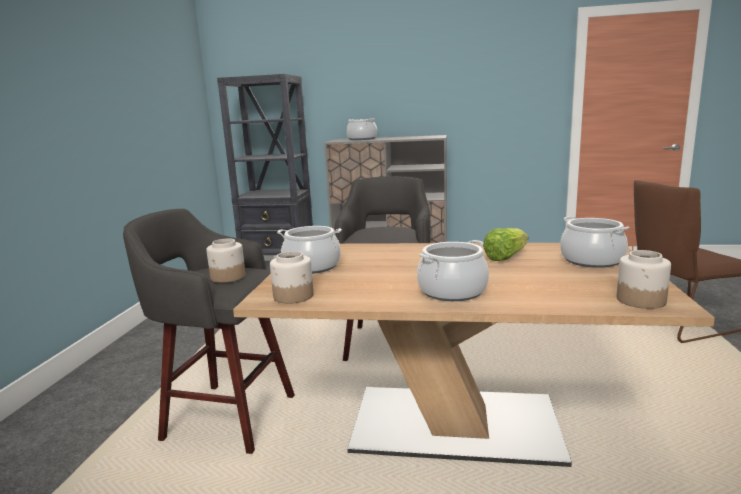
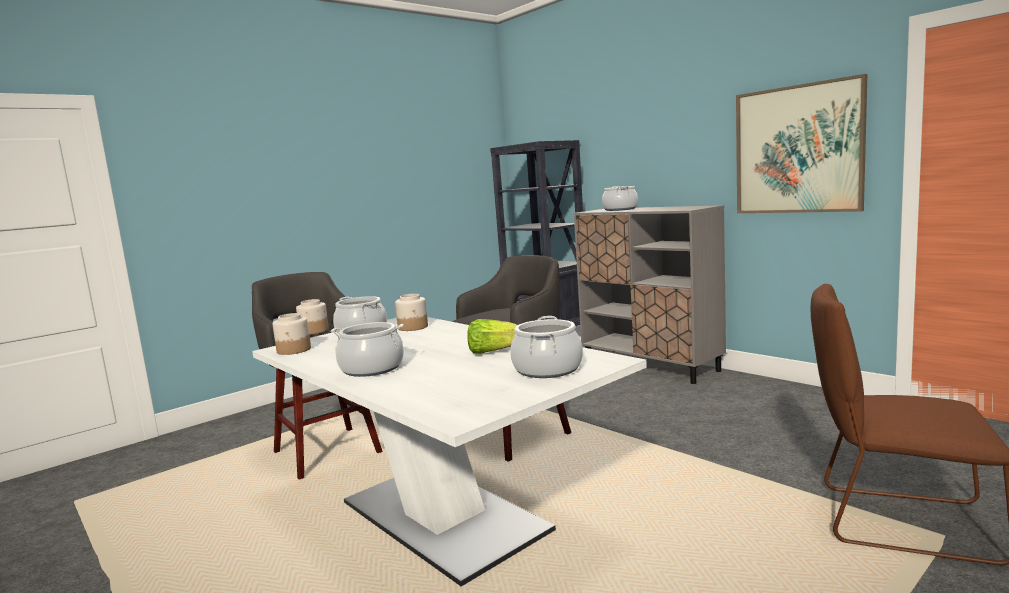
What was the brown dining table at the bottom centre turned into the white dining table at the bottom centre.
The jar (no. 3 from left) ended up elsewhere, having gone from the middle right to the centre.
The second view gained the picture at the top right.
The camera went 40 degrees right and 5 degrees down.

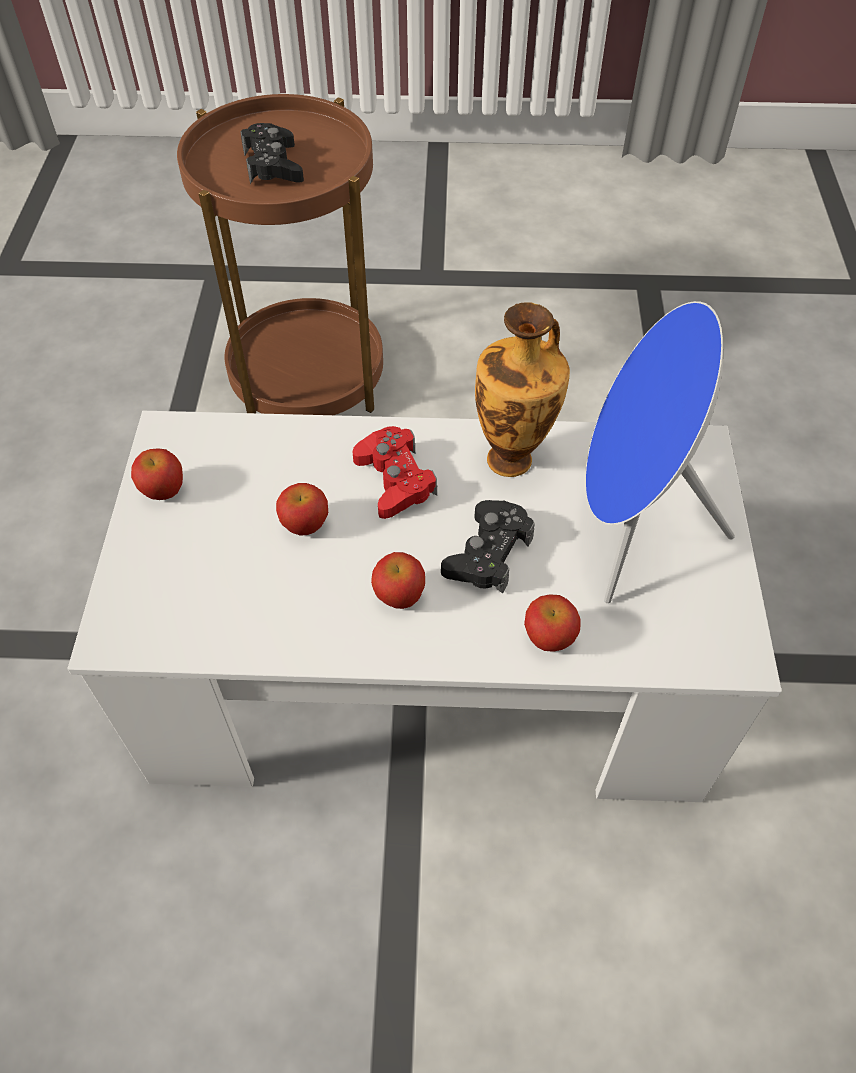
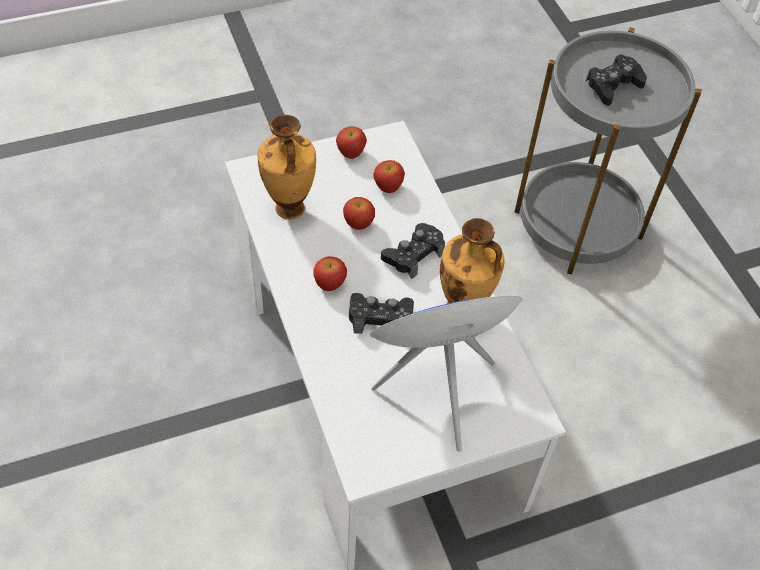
What was the brown side table at the top left turned into the grey side table at the top right.
What was the red game controller at the centre turned into the black game controller (no. 2 from left) at the centre.
The apple (no. 4 from left) ended up elsewhere, having gone from the centre to the top centre.
The second view gained the vase (no. 1 from left) at the top centre.
The camera went 65 degrees right and 0 degrees up.

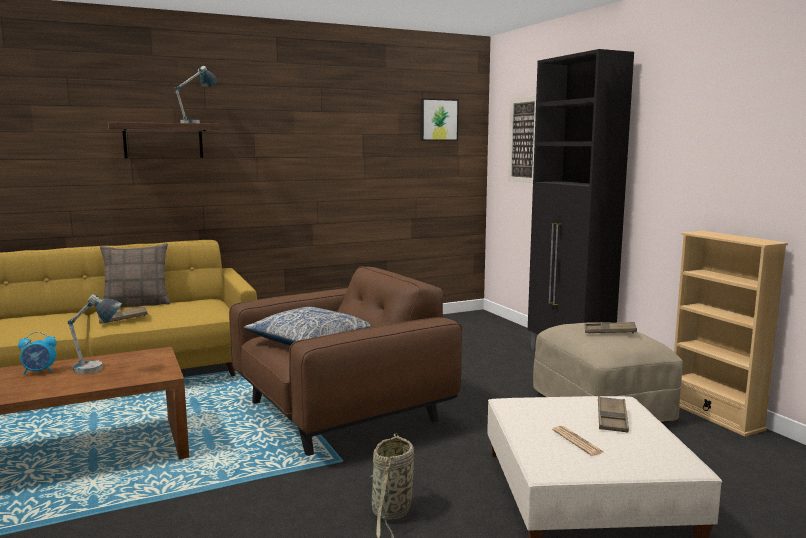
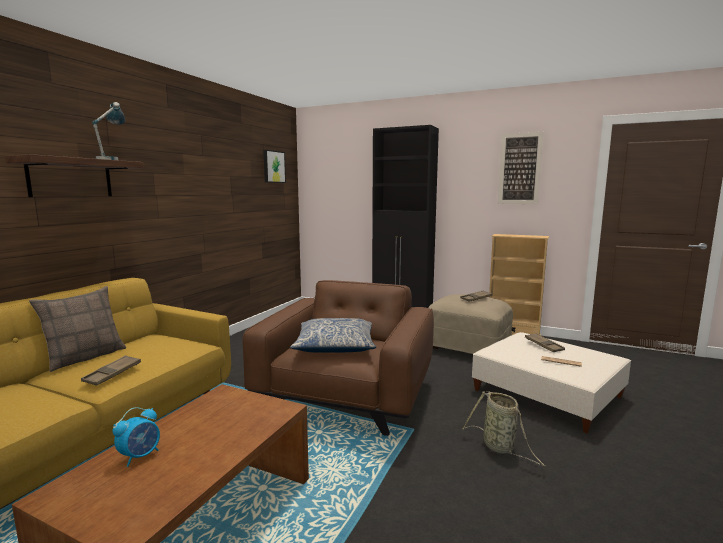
The picture (no. 2 from left) ended up elsewhere, having gone from the top centre to the top right.
The second view lost the table lamp (no. 1 from left) at the middle left.
The camera went 40 degrees left and 0 degrees up.

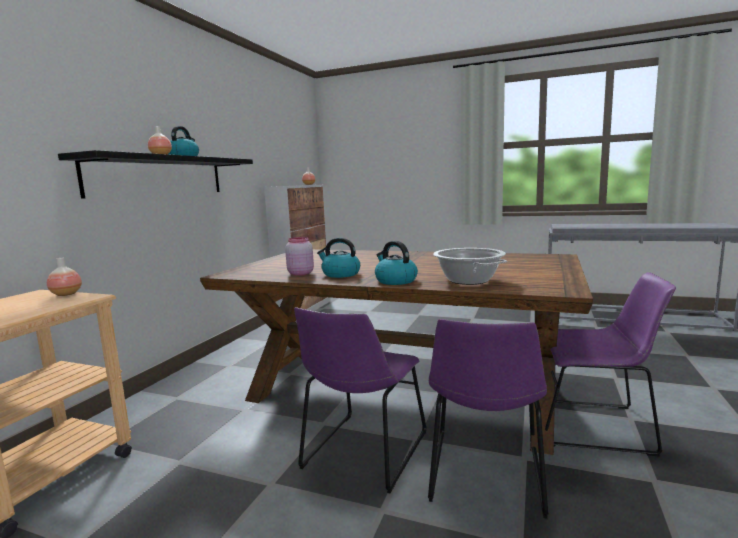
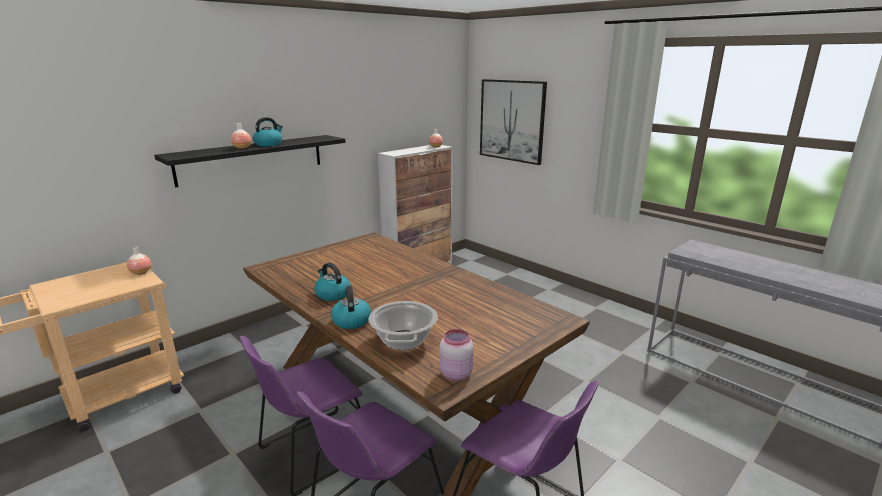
The pink jar ended up elsewhere, having gone from the centre to the bottom centre.
The second view gained the picture at the top centre.
The camera went 25 degrees right and 10 degrees up.

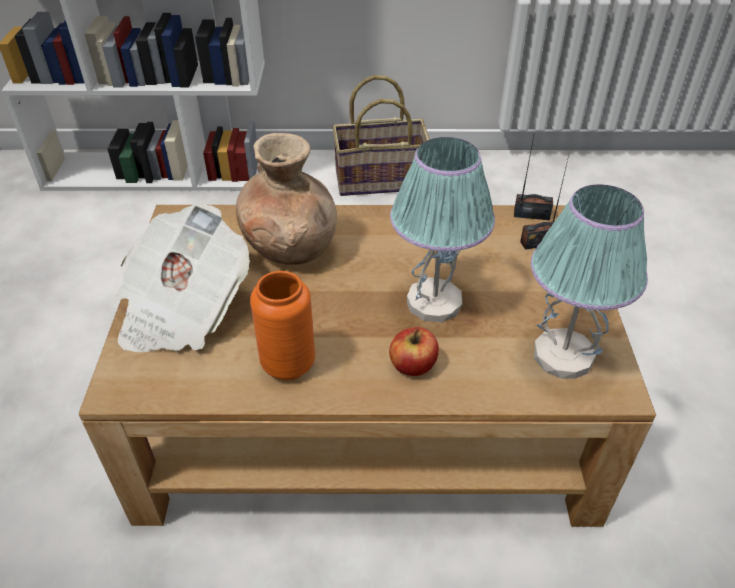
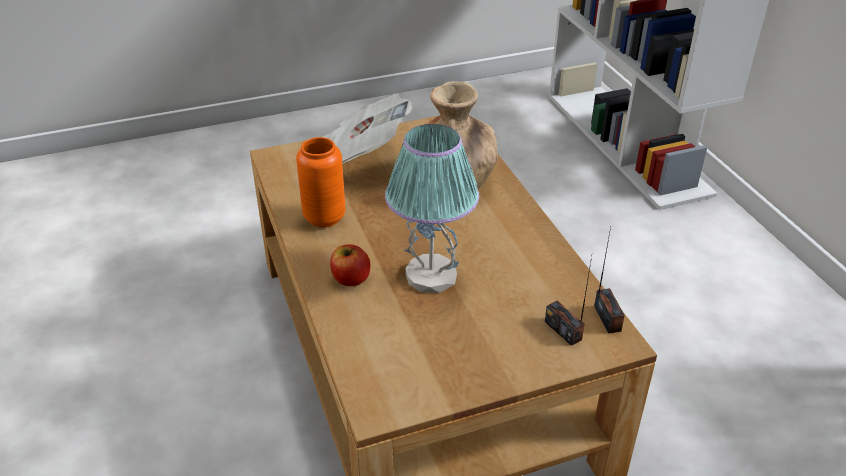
The second view lost the basket at the top centre.
The second view lost the table lamp (no. 2 from left) at the middle right.
The camera went 70 degrees right and 5 degrees down.

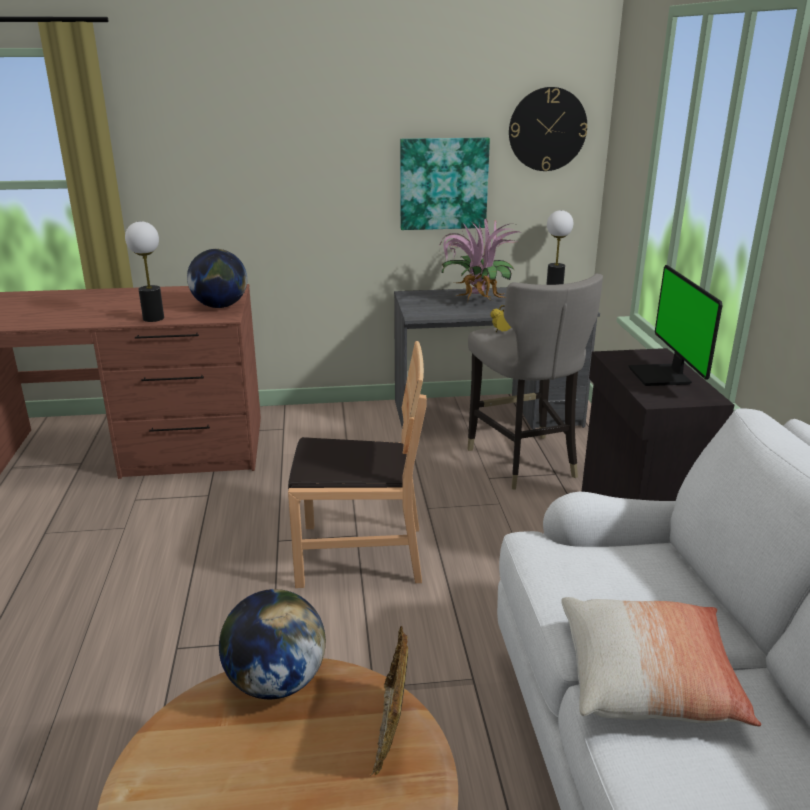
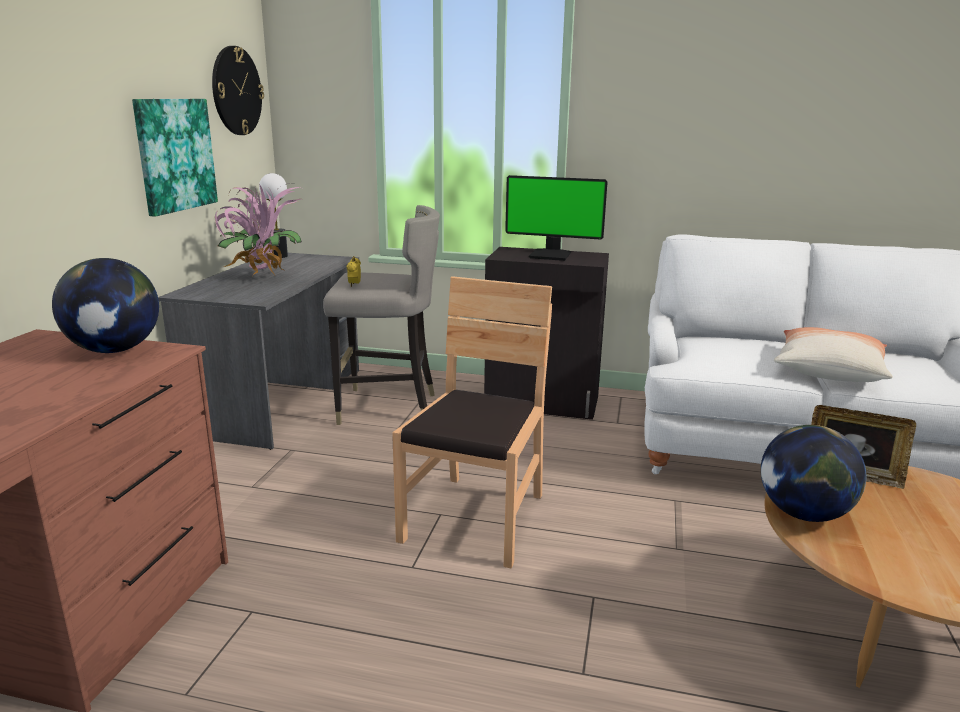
The second view lost the table lamp (no. 1 from left) at the middle left.
The camera went 70 degrees left and 5 degrees down.

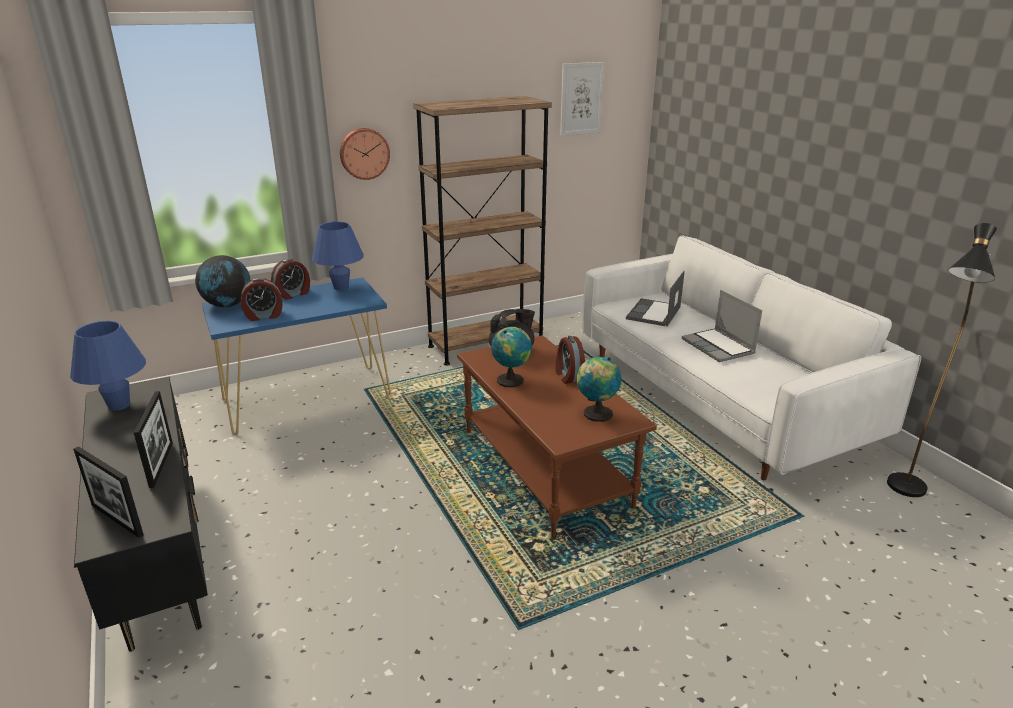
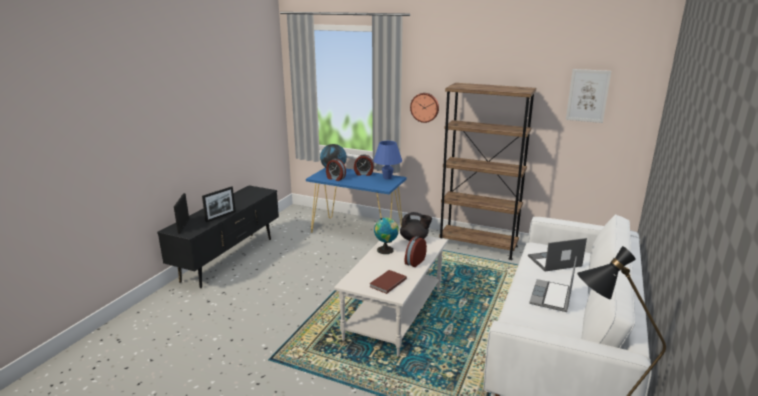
The second view lost the blue table lamp (no. 1 from left) at the middle left.
What was the brown coffee table at the centre turned into the white coffee table at the bottom centre.
Where the globe (no. 3 from left) stood at the centre, the brown book came to stand at the bottom centre.
The camera went 50 degrees right and 5 degrees down.

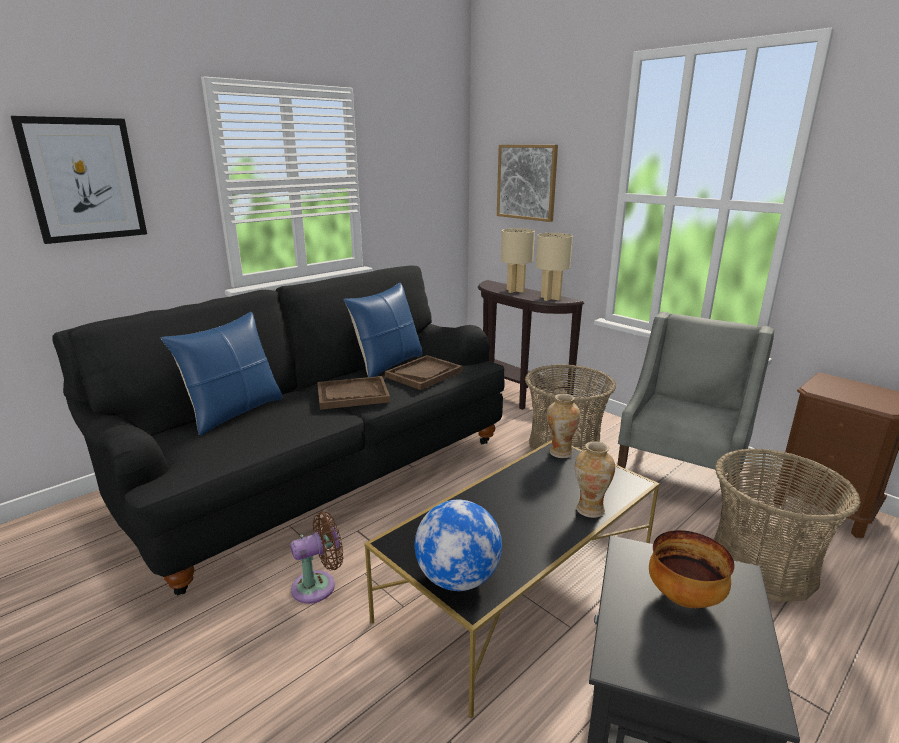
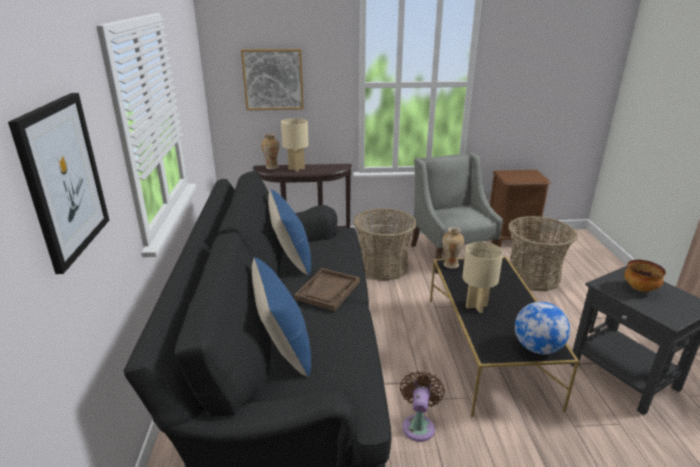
The beige table lamp (no. 2 from left) ended up elsewhere, having gone from the centre to the middle right.
The second view lost the brown tray (no. 2 from left) at the centre.
The vase (no. 2 from left in the first image) ended up elsewhere, having gone from the centre to the top centre.
The camera went 50 degrees left and 5 degrees up.

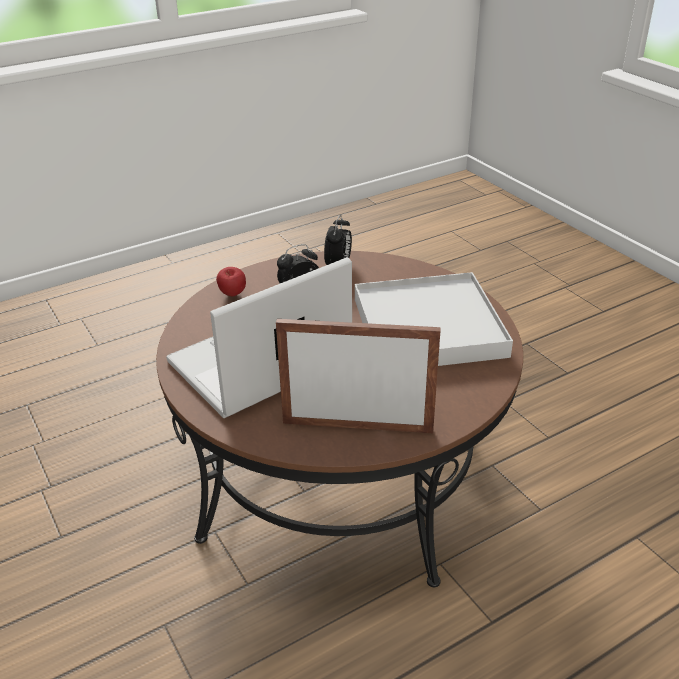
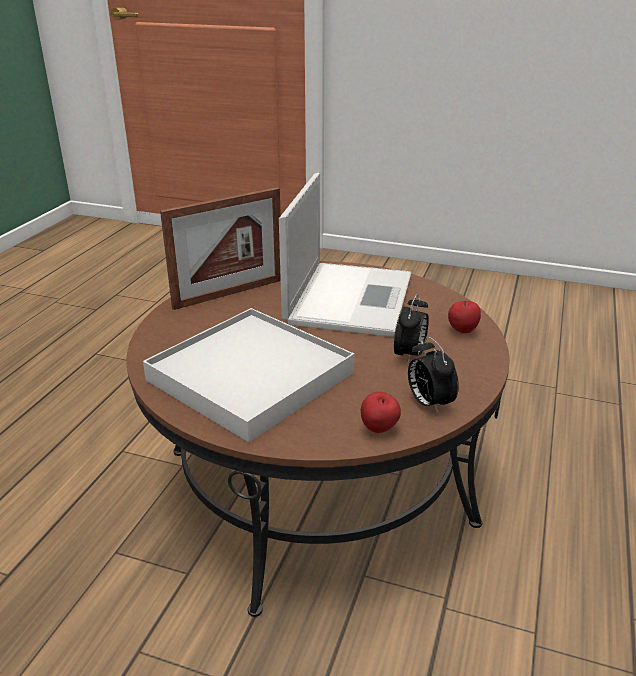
The second view gained the apple (no. 1 from left) at the centre.
The camera went 140 degrees right and 5 degrees down.

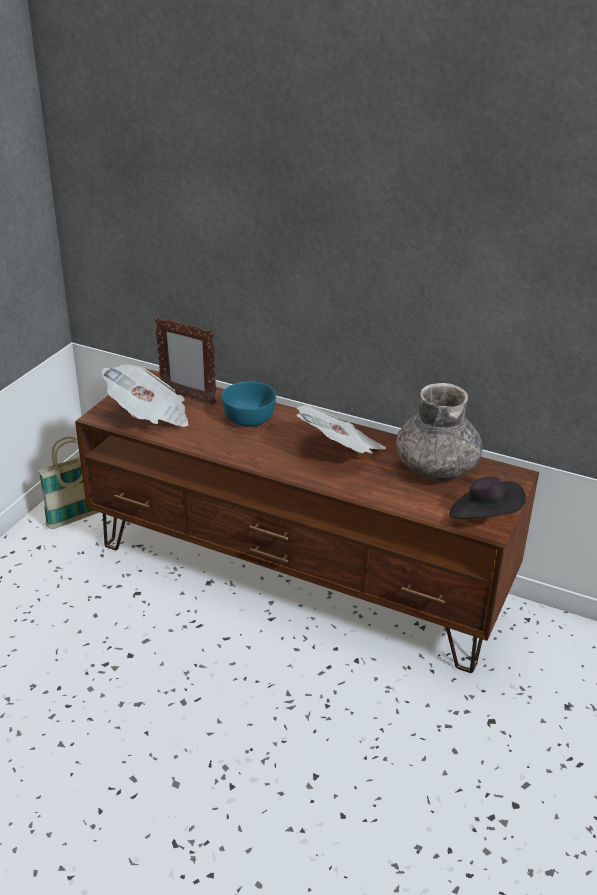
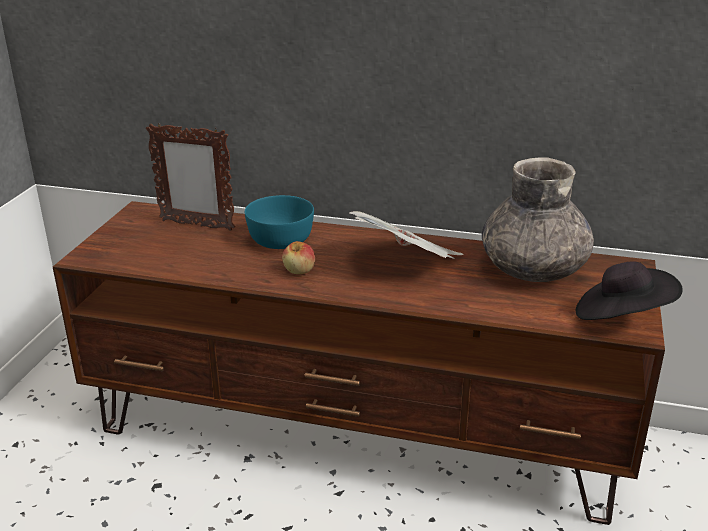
The second view lost the newspaper (no. 1 from left) at the middle left.
The second view lost the basket at the middle left.
The second view gained the apple at the centre.
The camera went 10 degrees left and 5 degrees down.

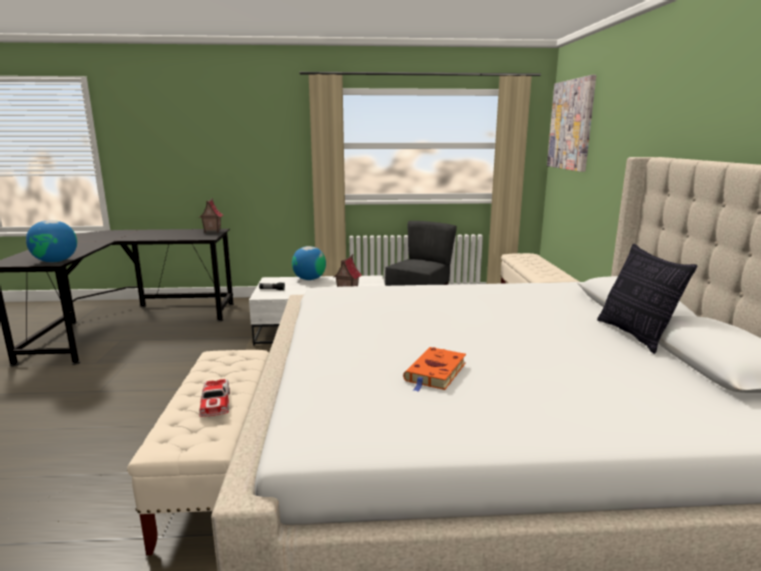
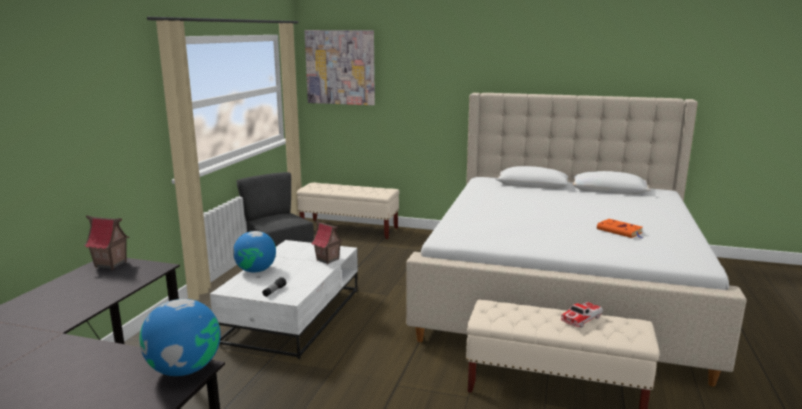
The second view lost the pillow at the middle right.
The toy car at the bottom left ended up facing another way, 135 degrees clockwise from before.
The camera went 70 degrees left and 0 degrees up.

